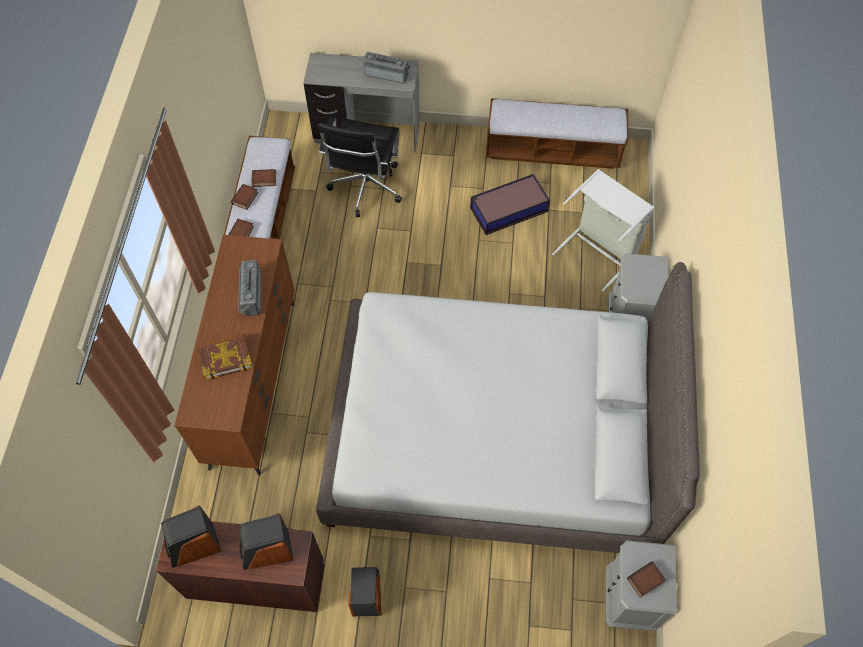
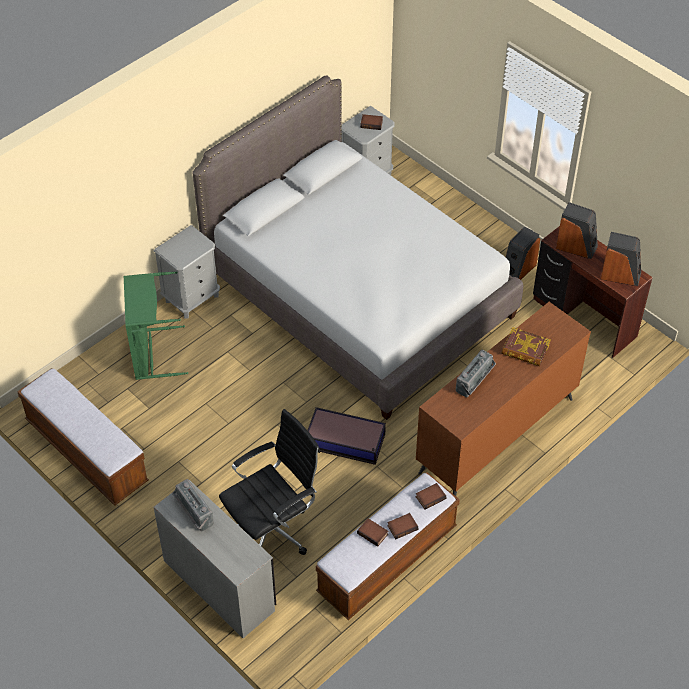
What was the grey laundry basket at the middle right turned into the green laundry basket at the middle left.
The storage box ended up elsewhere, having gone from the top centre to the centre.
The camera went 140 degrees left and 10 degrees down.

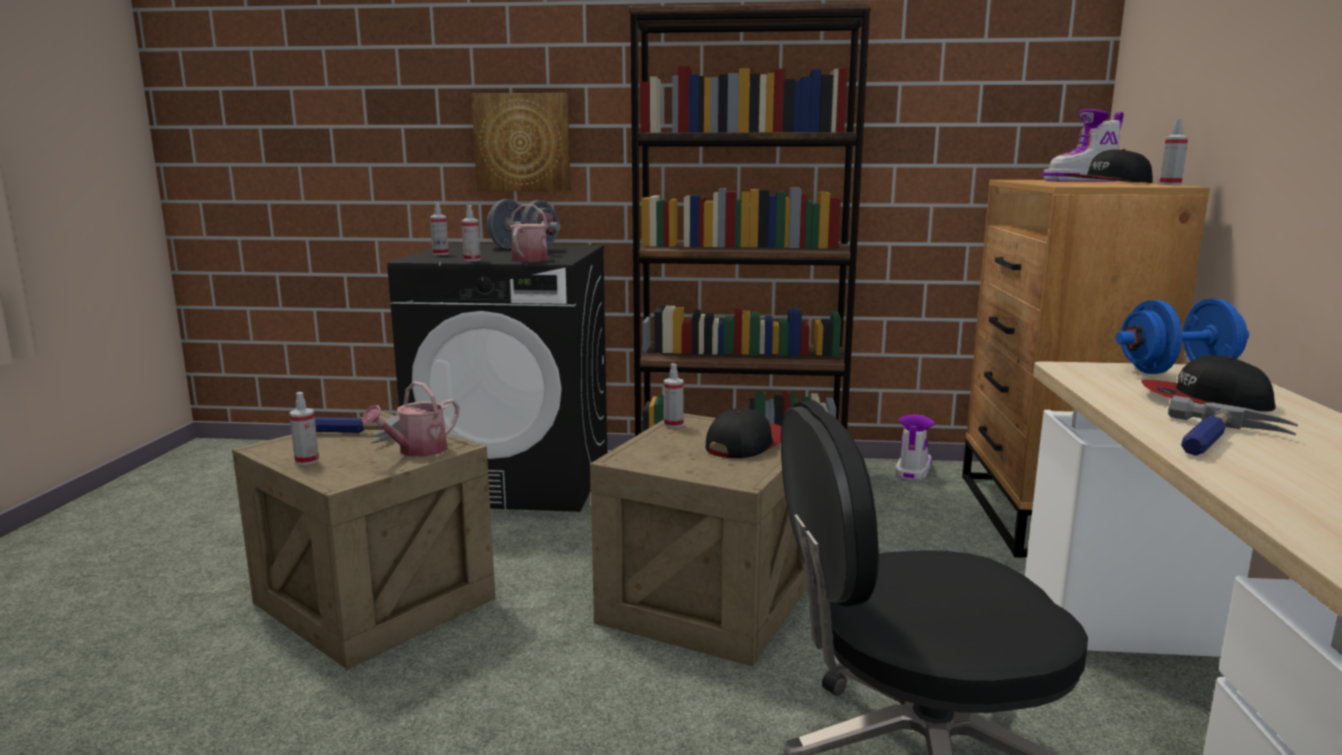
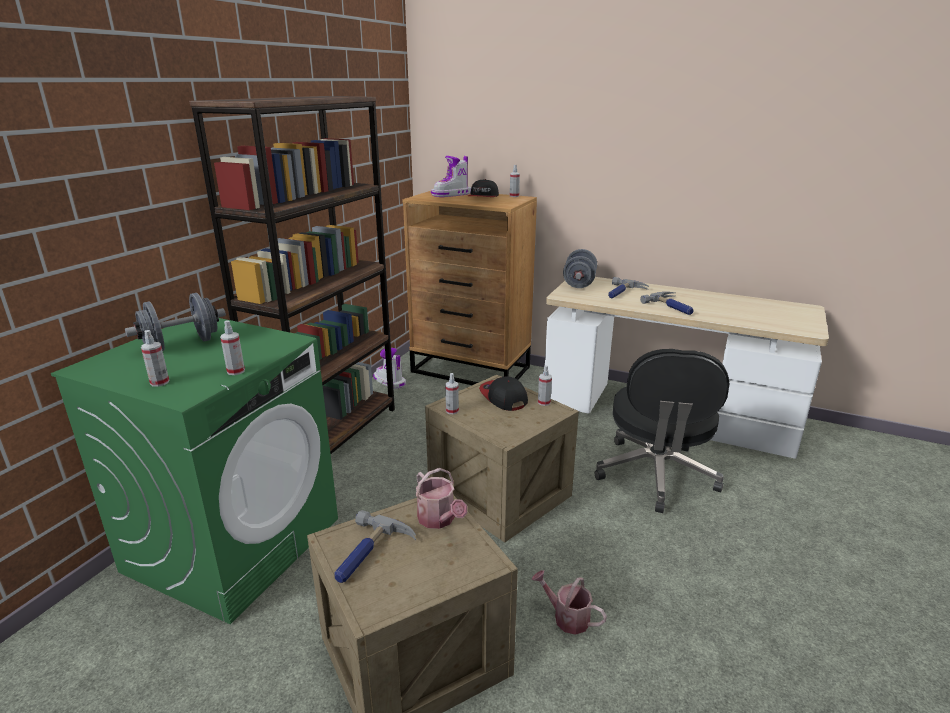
The second view lost the picture at the top centre.
The boot (no. 2 from left) at the top right ended up facing another way, 45 degrees clockwise from before.
The watering can (no. 2 from left) ended up elsewhere, having gone from the top centre to the bottom centre.
What was the black washing machine at the centre turned into the green washing machine at the middle left.
What was the blue dumbbell at the middle right turned into the grey dumbbell (no. 2 from left) at the centre.
Where the cap (no. 3 from left) stood at the middle right, the hammer (no. 2 from left) came to stand at the centre.
The spray bottle (no. 1 from left in the first image) ended up elsewhere, having gone from the middle left to the centre.
The camera went 70 degrees left and 10 degrees up.

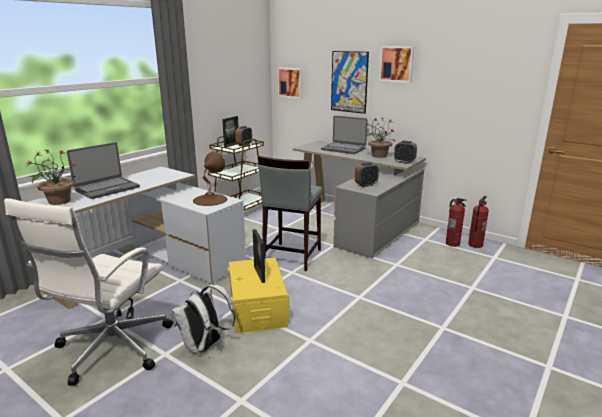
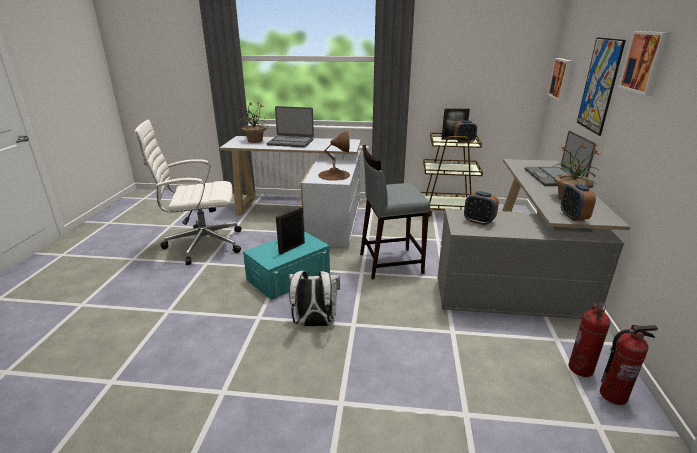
What was the yellow storage box at the bottom centre turned into the turquoise storage box at the centre.
The white backpack ended up elsewhere, having gone from the bottom centre to the centre.
The camera went 60 degrees right and 5 degrees up.

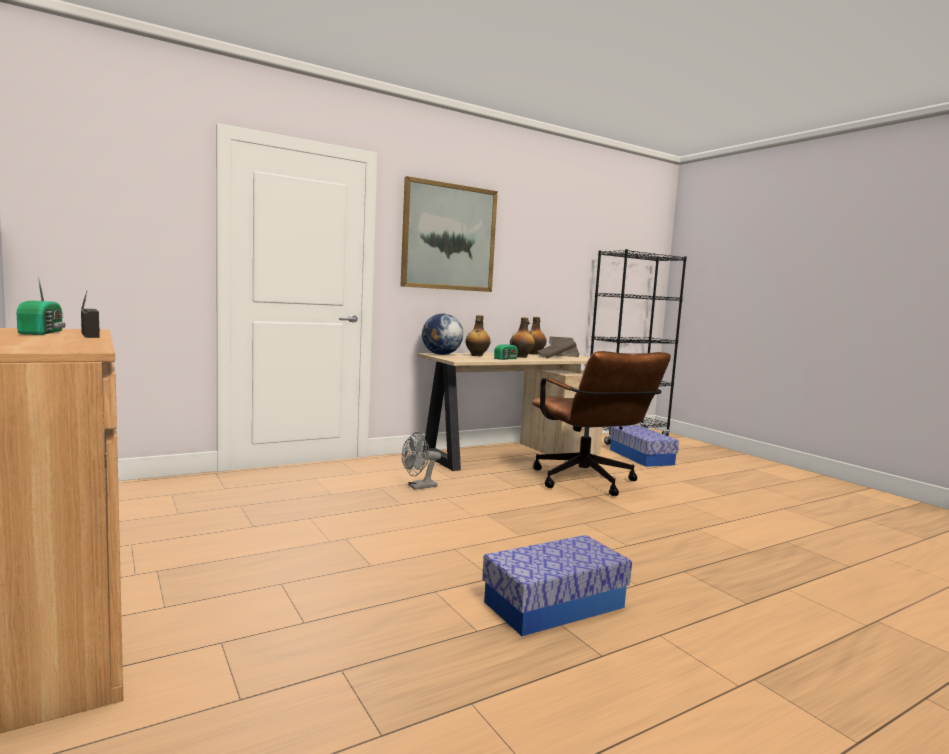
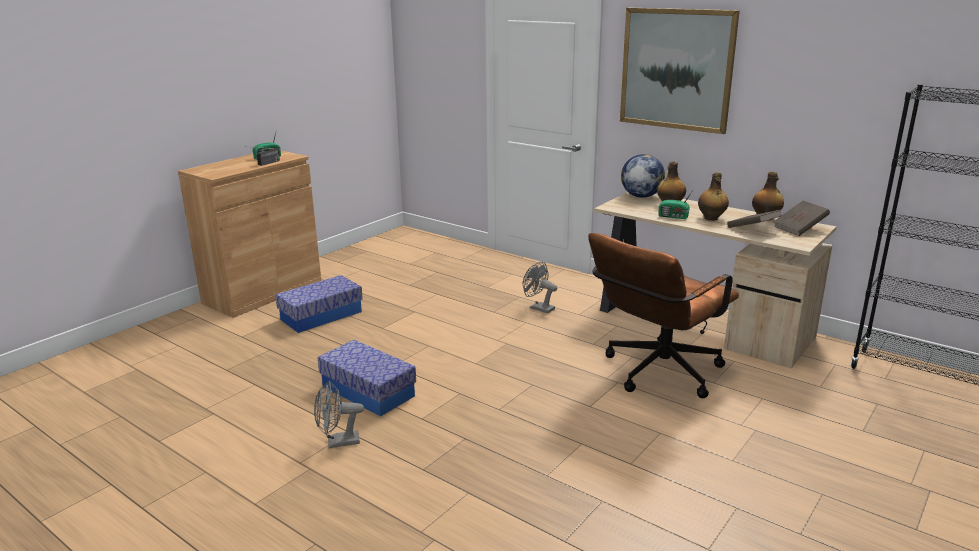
The storage box (no. 2 from left in the first image) ended up elsewhere, having gone from the middle right to the middle left.
The second view gained the grey fan (no. 1 from left) at the bottom centre.
The camera went 70 degrees right and 15 degrees up.

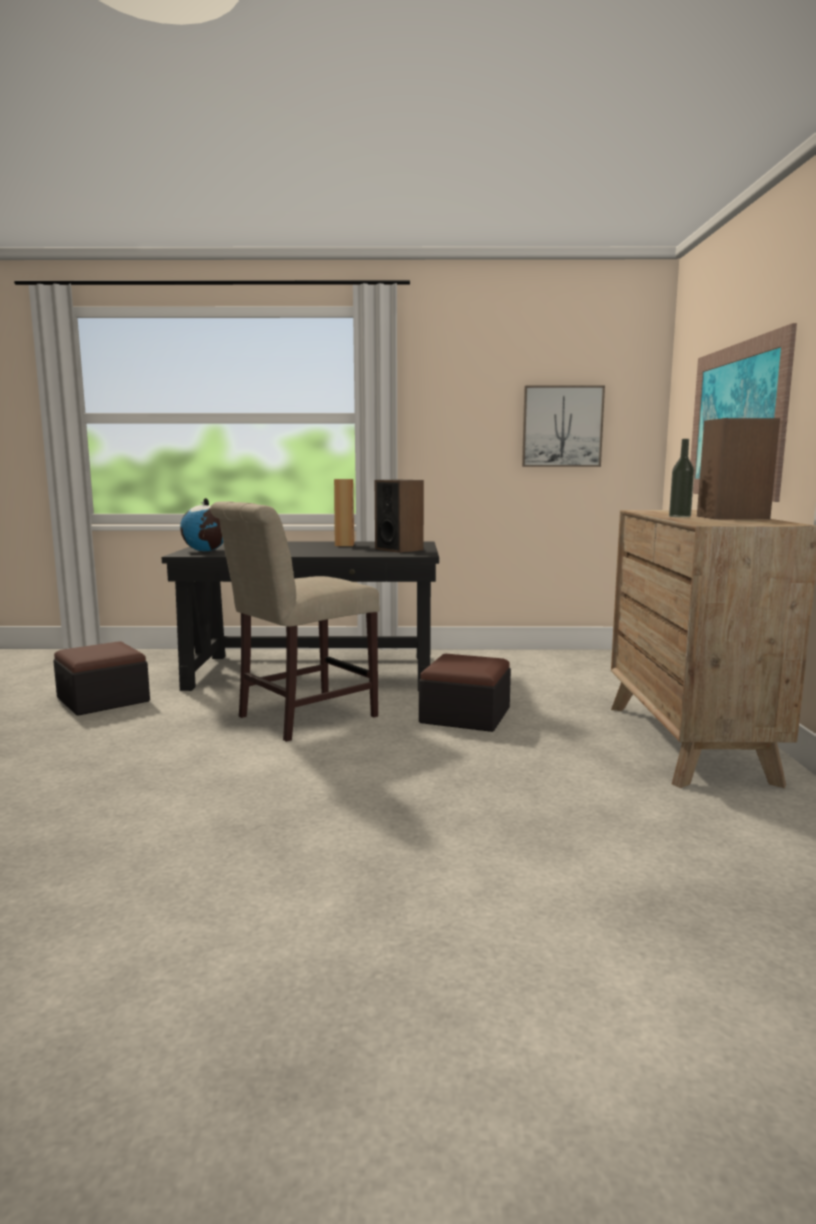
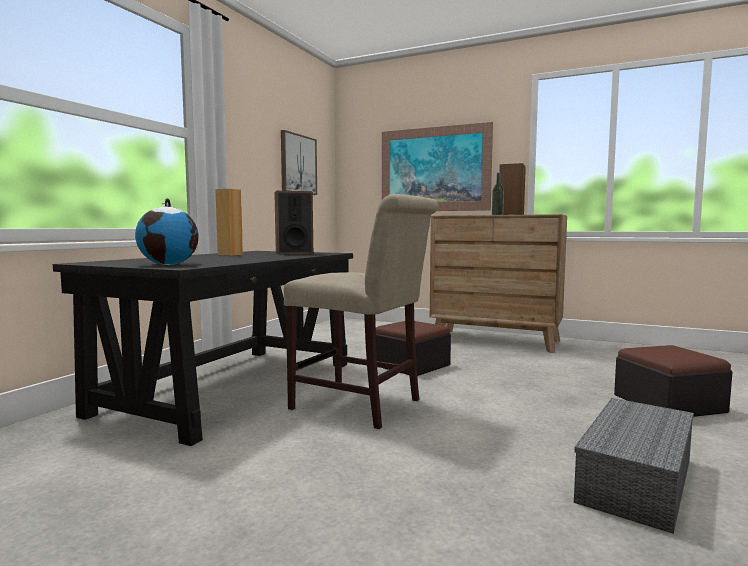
The beige chair at the centre ended up facing another way, 45 degrees counterclockwise from before.
The ottoman (no. 1 from left in the first image) ended up elsewhere, having gone from the middle left to the bottom right.
The second view gained the grey storage box at the bottom right.
The camera went 65 degrees left and 5 degrees down.

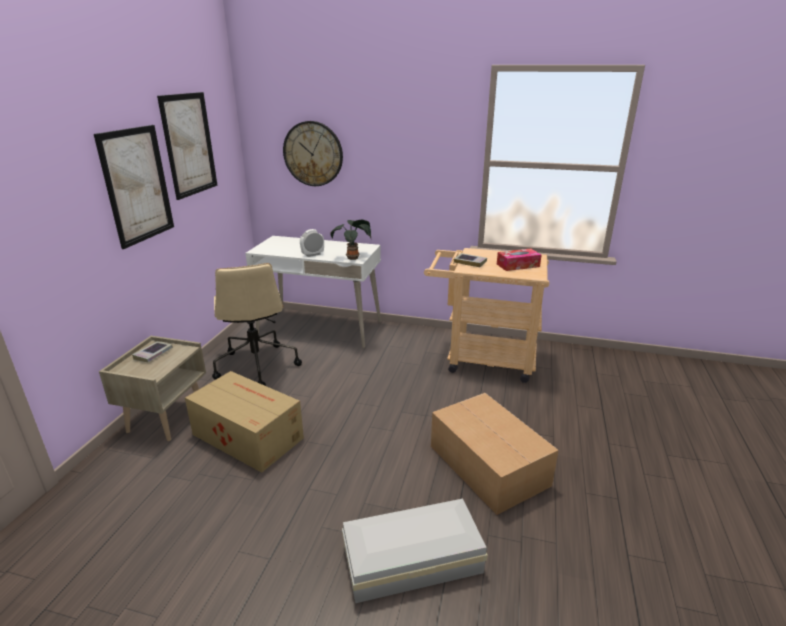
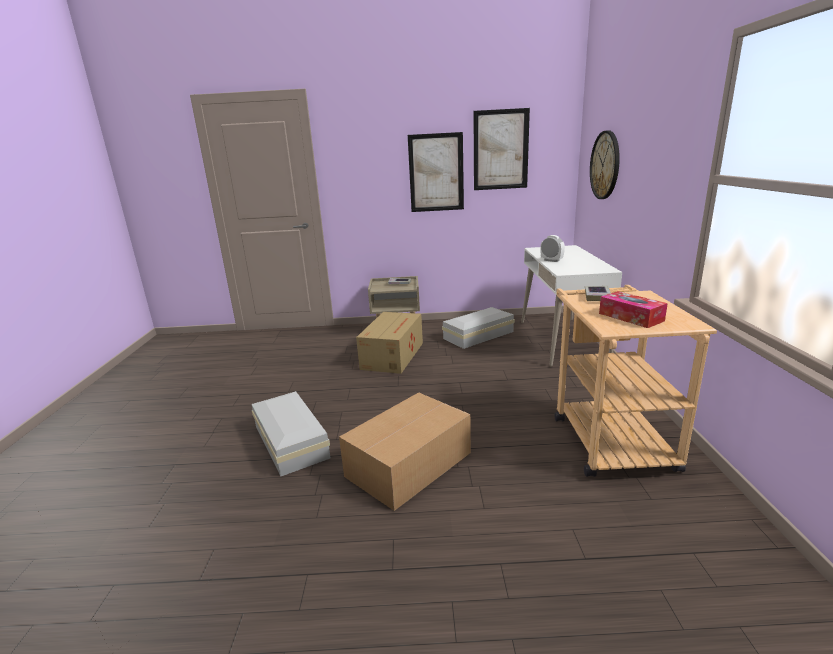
The second view lost the potted plant at the centre.
Where the beige office chair stood at the middle left, the white storage box (no. 2 from left) came to stand at the centre.
The camera went 75 degrees right and 5 degrees down.

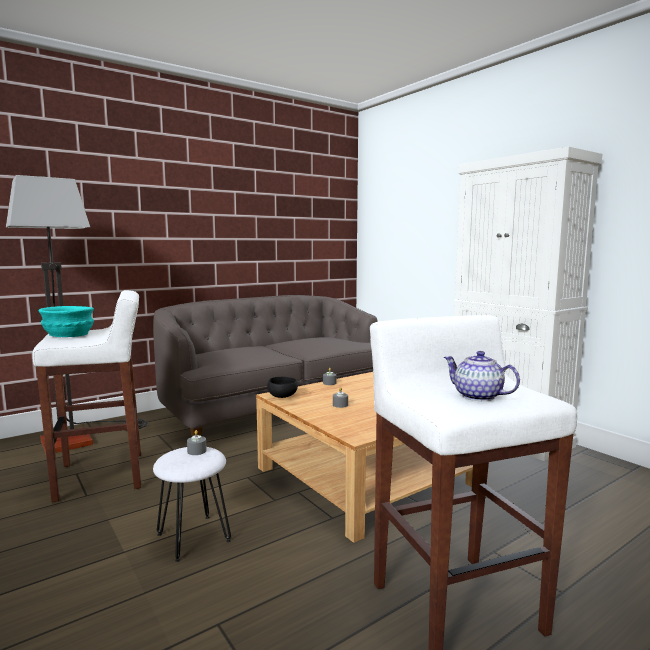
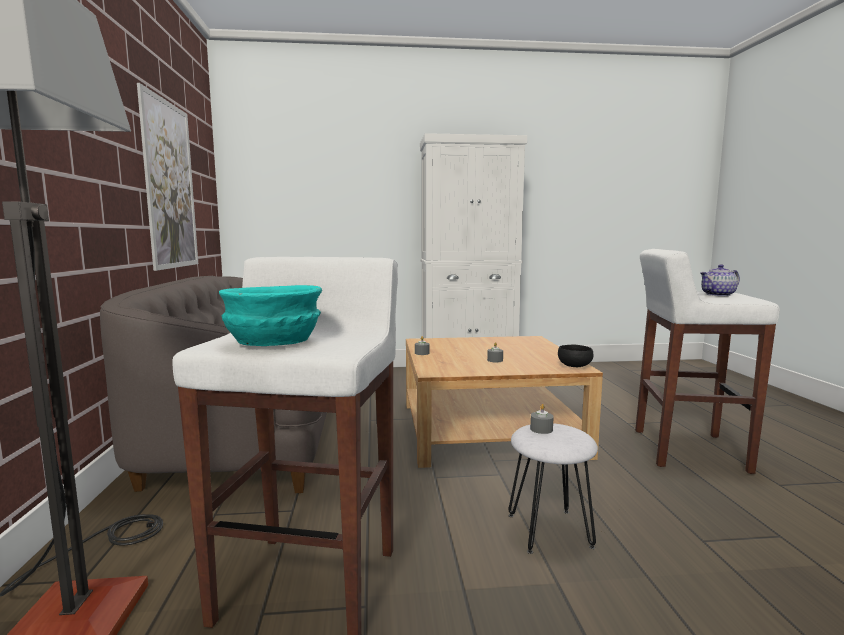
The black bowl ended up elsewhere, having gone from the centre to the middle right.
The second view gained the picture at the top left.
The camera went 60 degrees left and 0 degrees up.

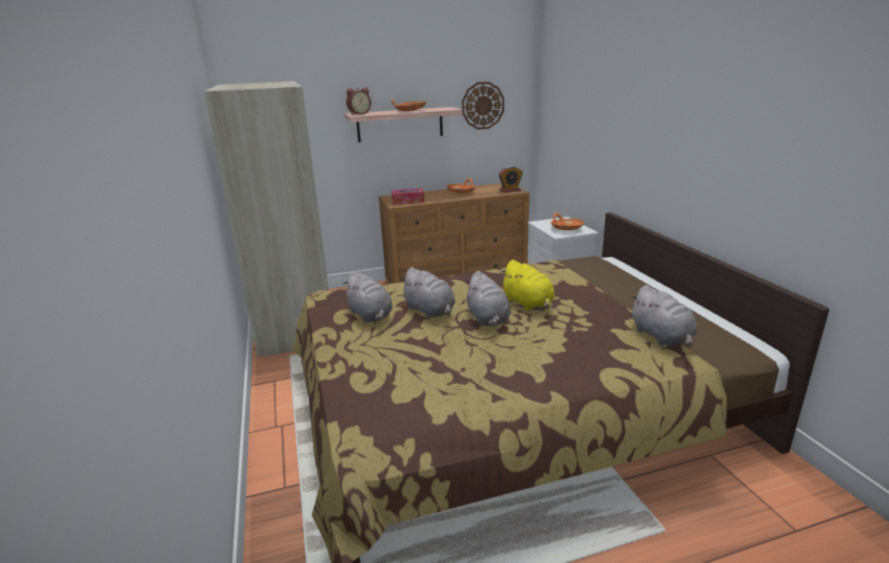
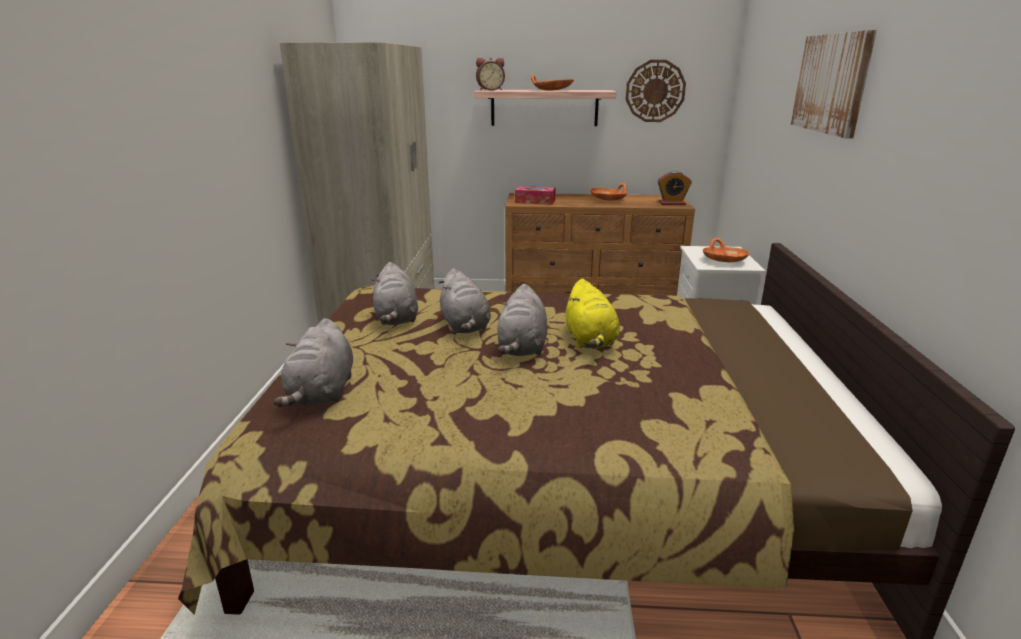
The grey plush toy (no. 4 from left in the first image) ended up elsewhere, having gone from the middle right to the middle left.
The second view gained the picture at the top right.
The camera went 20 degrees right and 0 degrees up.

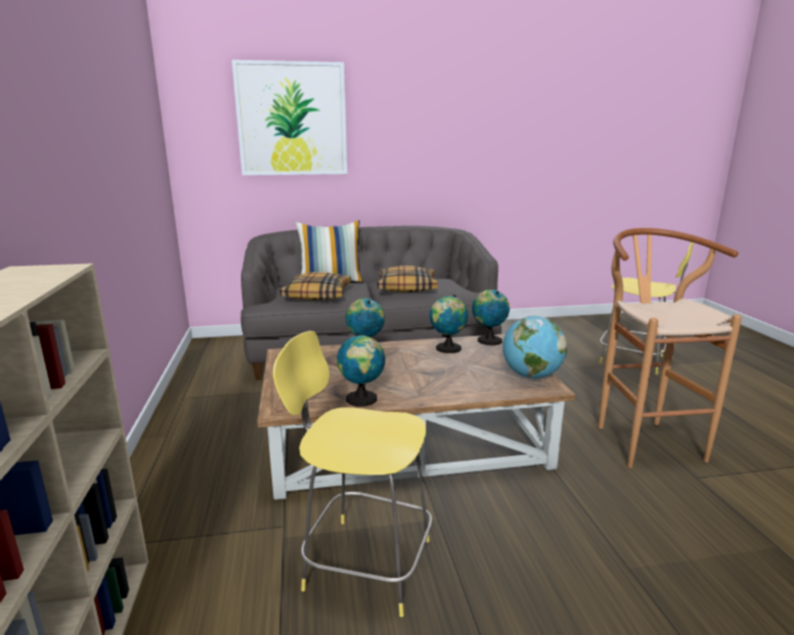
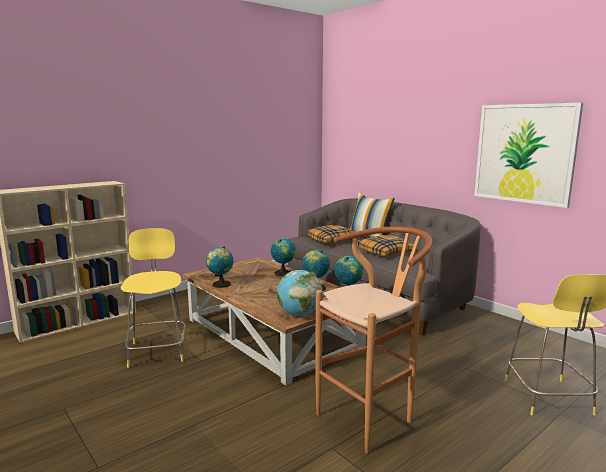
The picture ended up elsewhere, having gone from the top centre to the top right.
The camera went 60 degrees right and 5 degrees down.

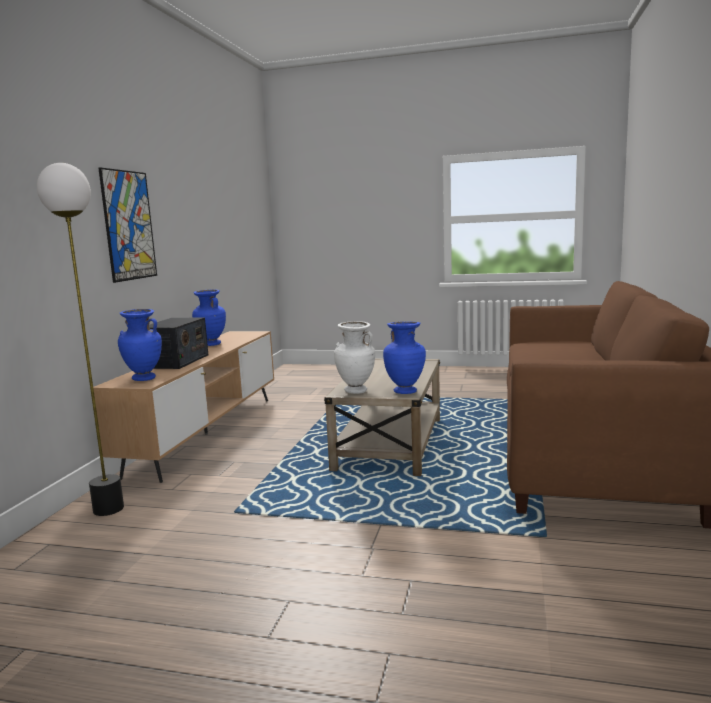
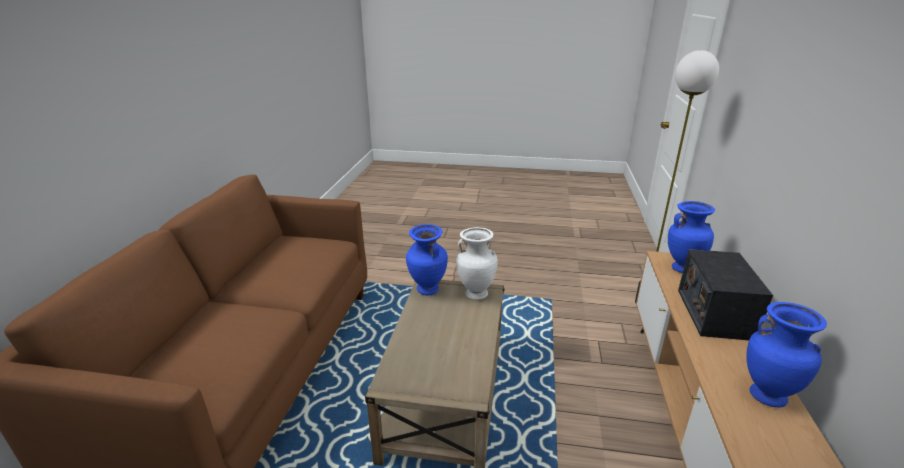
The second view lost the picture at the top left.
The camera went 175 degrees right and 15 degrees up.

